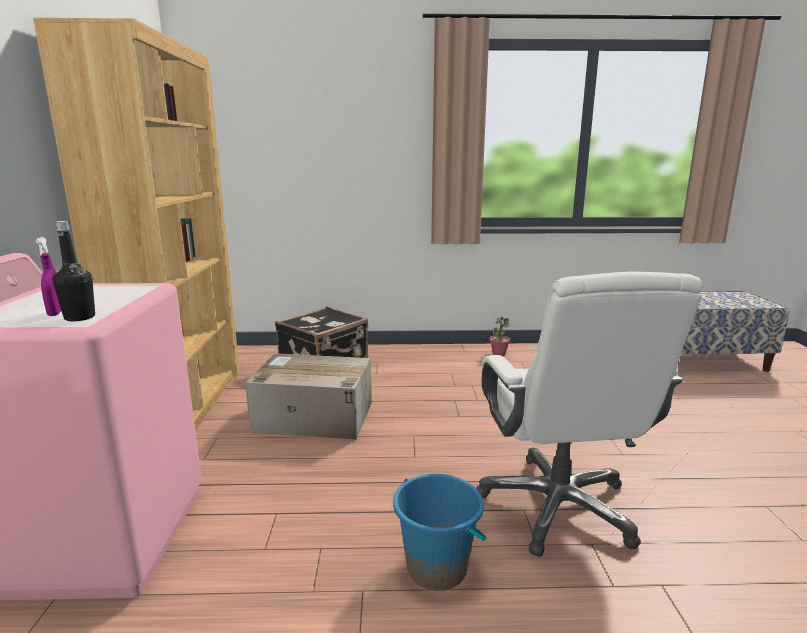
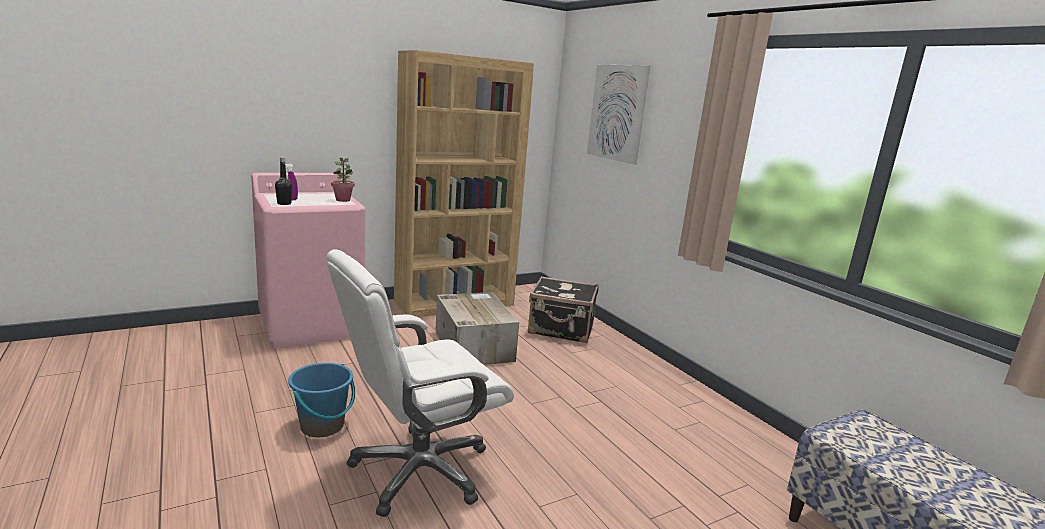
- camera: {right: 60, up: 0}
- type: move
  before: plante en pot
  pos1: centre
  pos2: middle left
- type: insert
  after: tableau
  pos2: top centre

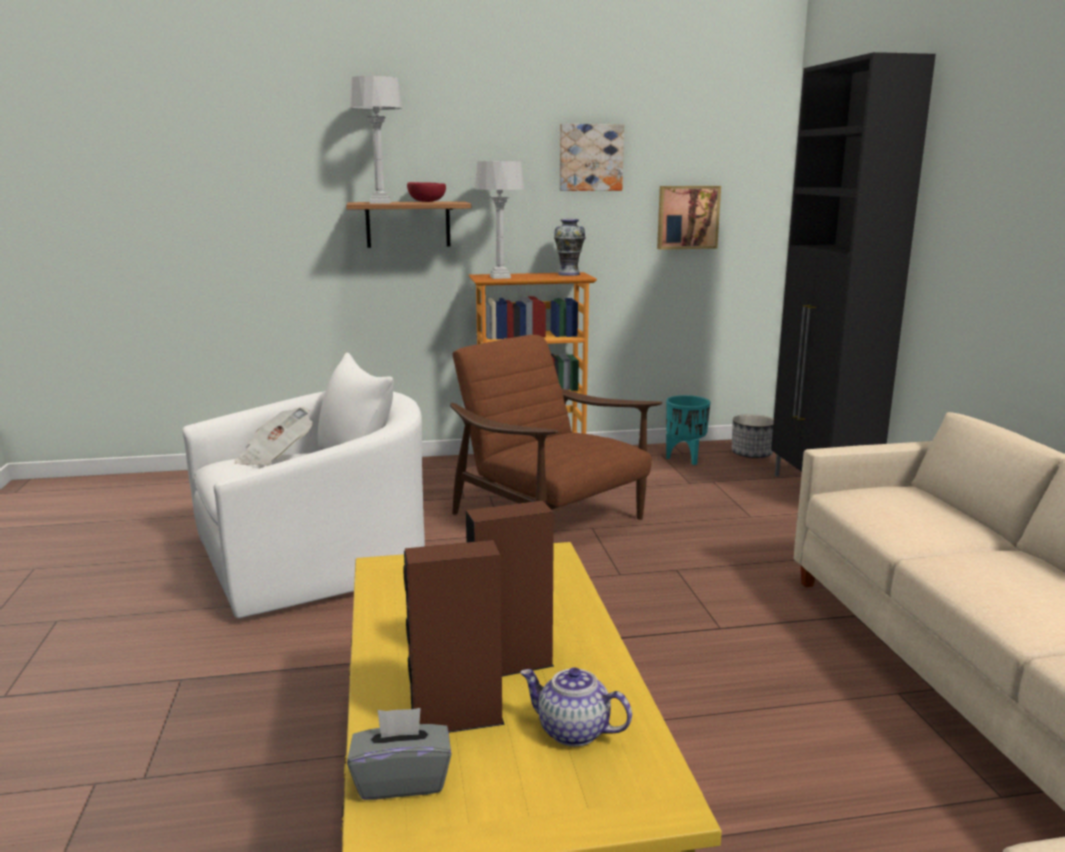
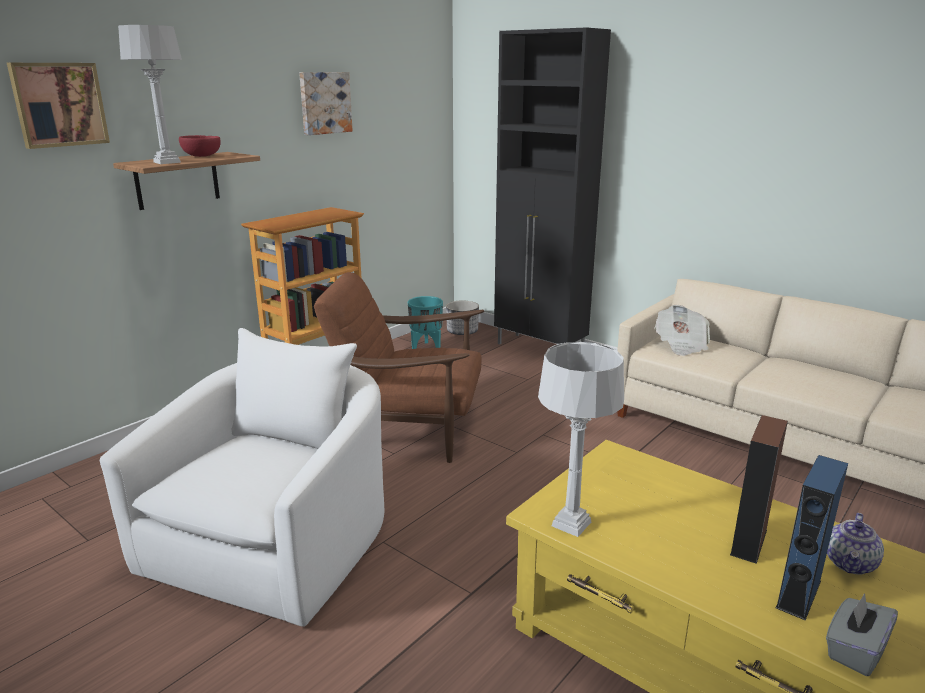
- camera: {right: -40, up: 5}
- type: move
  before: tableau (2nd from left in the first image)
  after: tableau (1st from left)
  pos1: top centre
  pos2: top left
- type: move
  before: lampe de table/gris (2nd from left)
  pos1: top centre
  pos2: centre
- type: move
  before: journal
  pos1: middle left
  pos2: middle right
- type: recolor
  before: enceinte/marron (1st from left)
  after: enceinte/bleu
  pos1: bottom centre
  pos2: bottom right
- type: rotate
  before: théière
  pos1: bottom centre
  pos2: bottom right
  turn: -45
- type: delete
  before: vase
  pos1: top centre

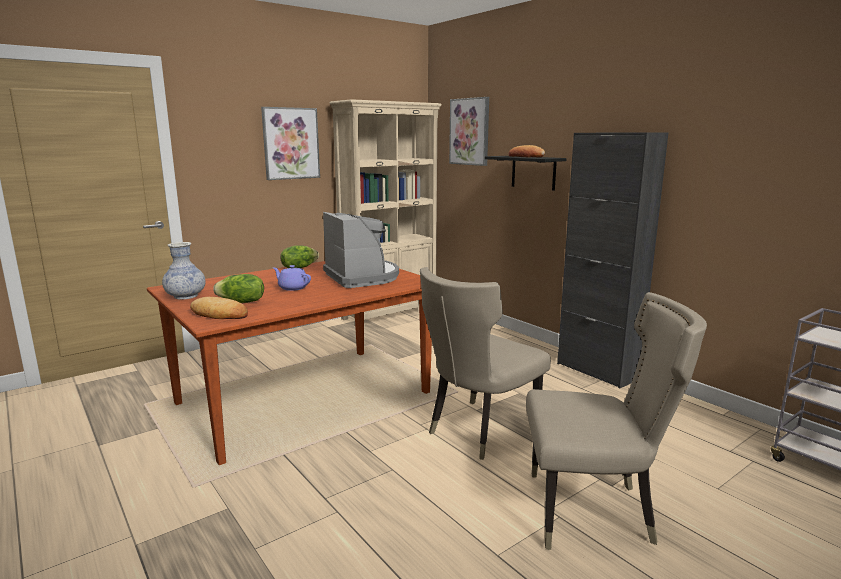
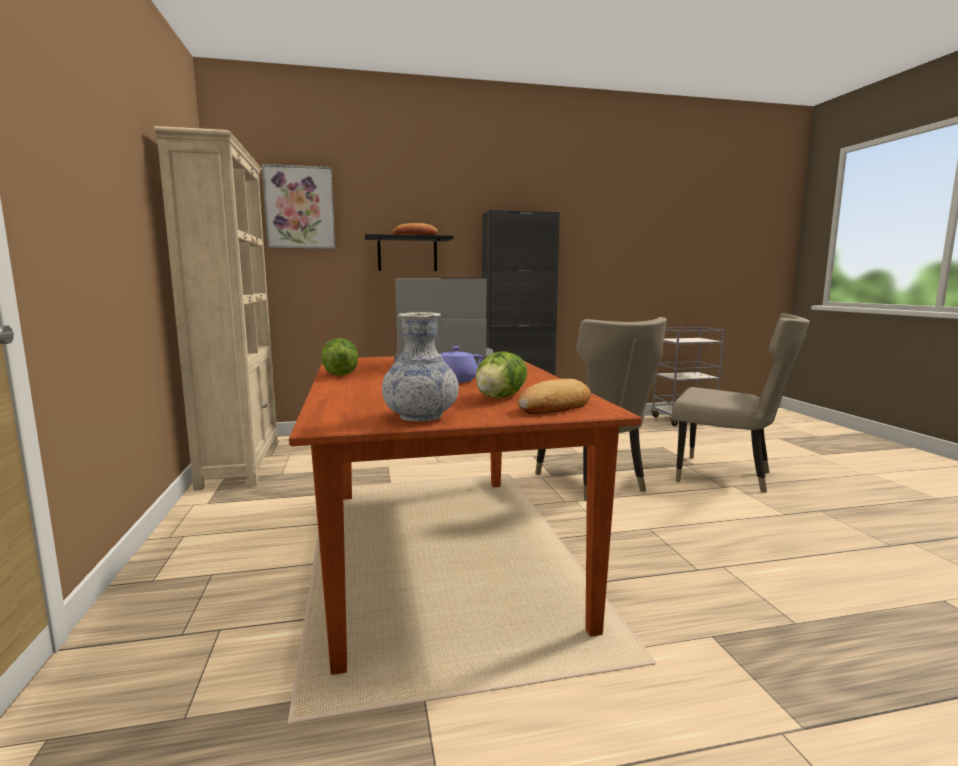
- camera: {right: -65, up: -5}
- type: rotate
  before: chaise/beige (2nd from left)
  pos1: bottom right
  pos2: middle right
  turn: 90
- type: delete
  before: tableau (1st from left)
  pos1: top centre

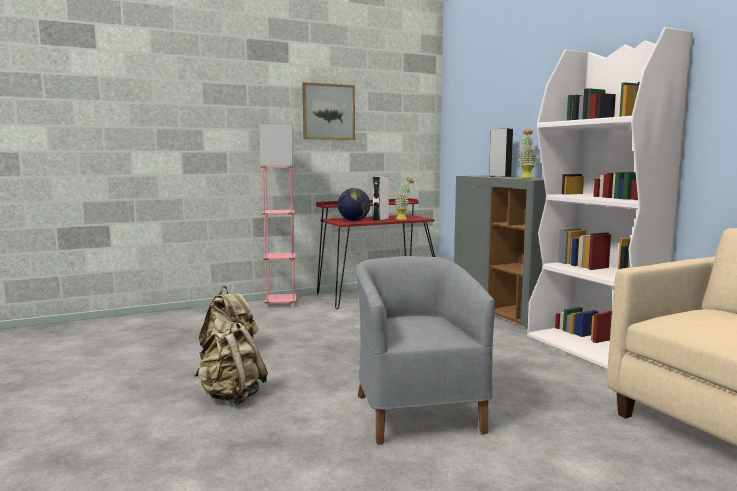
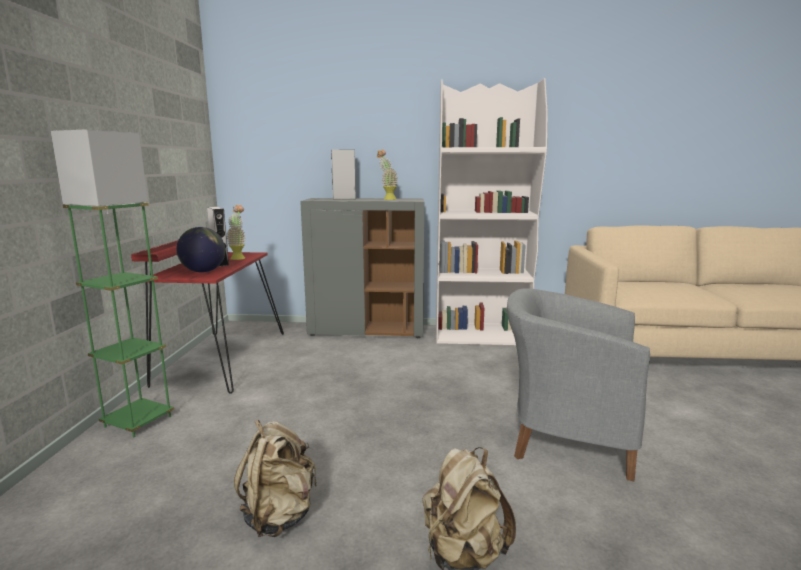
- camera: {right: -60, up: 5}
- type: recolor
  before: lampadaire/rose
  after: lampadaire/vert
  pos1: centre
  pos2: middle left
- type: delete
  before: tableau
  pos1: top centre

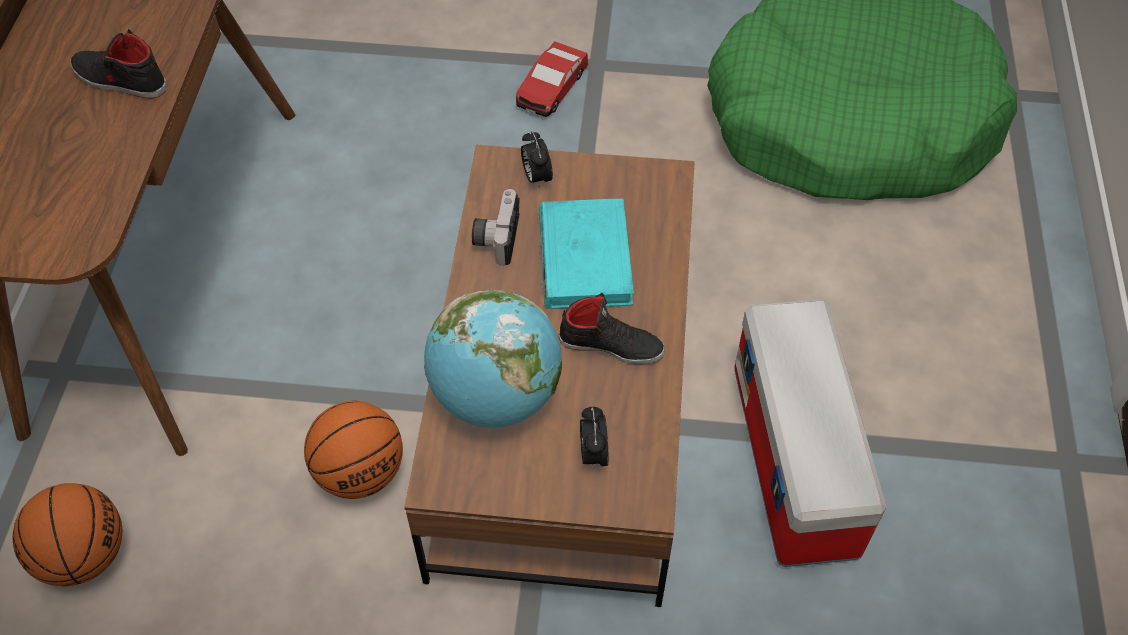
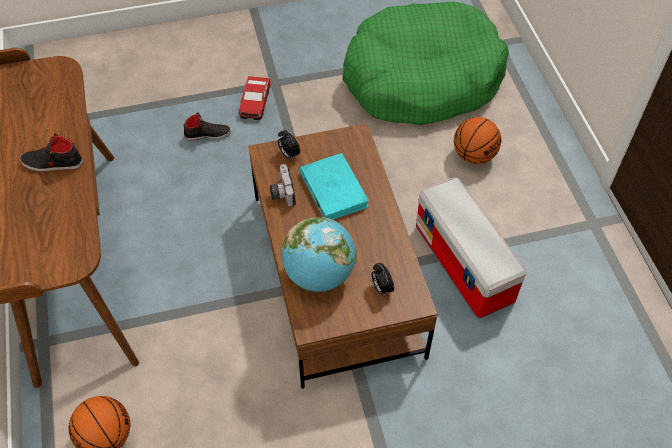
- camera: {right: -20, up: 0}
- type: move
  before: chaussure/noir (2nd from left)
  pos1: centre
  pos2: top left
- type: move
  before: ballon de basket (2nd from left)
  pos1: bottom left
  pos2: top right

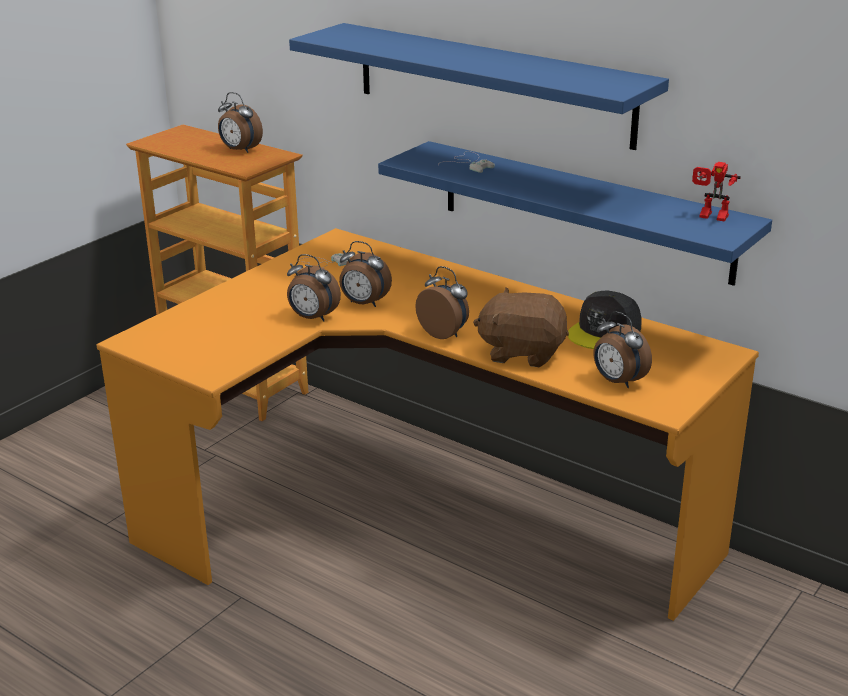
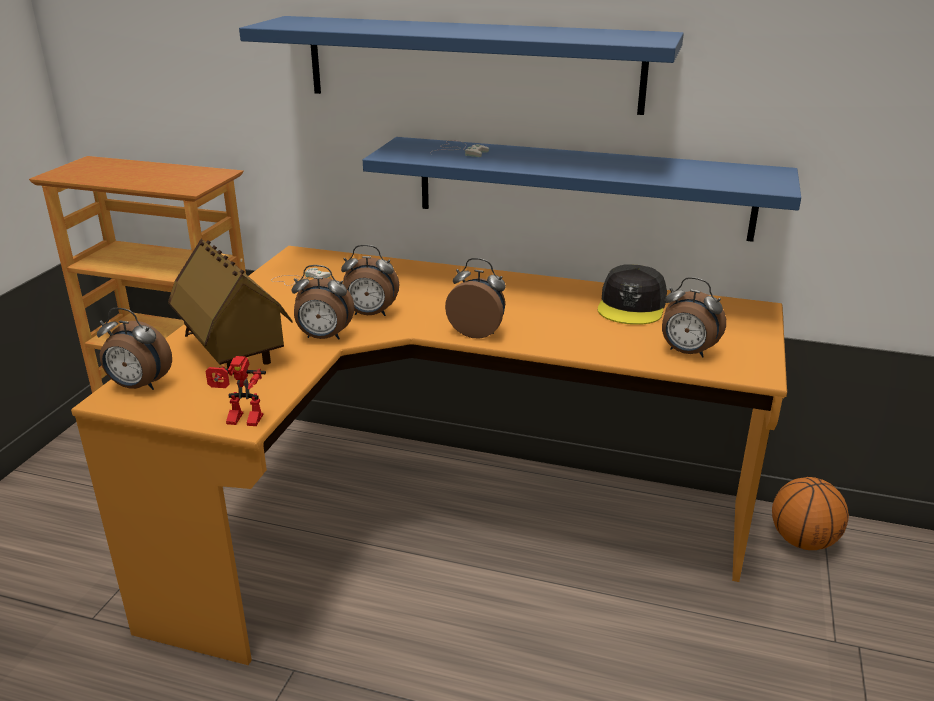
- camera: {right: -20, up: 0}
- type: move
  before: réveil (1st from left)
  pos1: top left
  pos2: middle left
- type: insert
  after: maison miniature
  pos2: middle left
- type: move
  before: robot jouet
  pos1: top right
  pos2: middle left
- type: insert
  after: ballon de basket
  pos2: bottom right
- type: delete
  before: peluche/marron
  pos1: centre

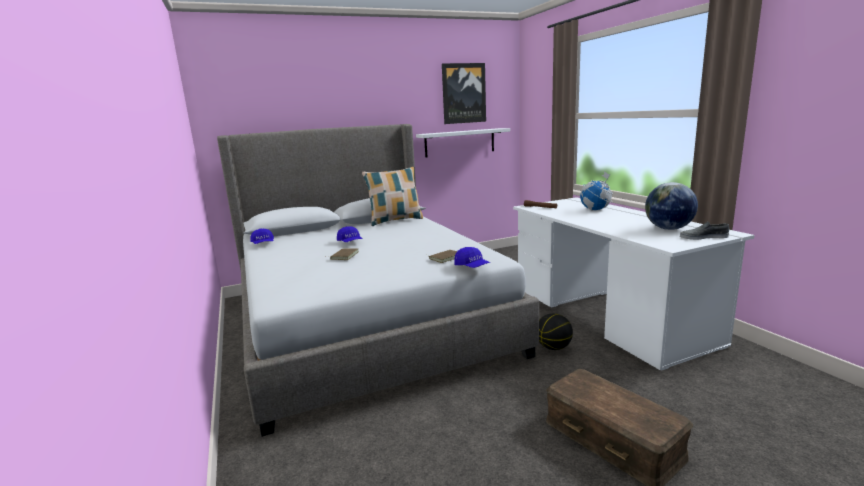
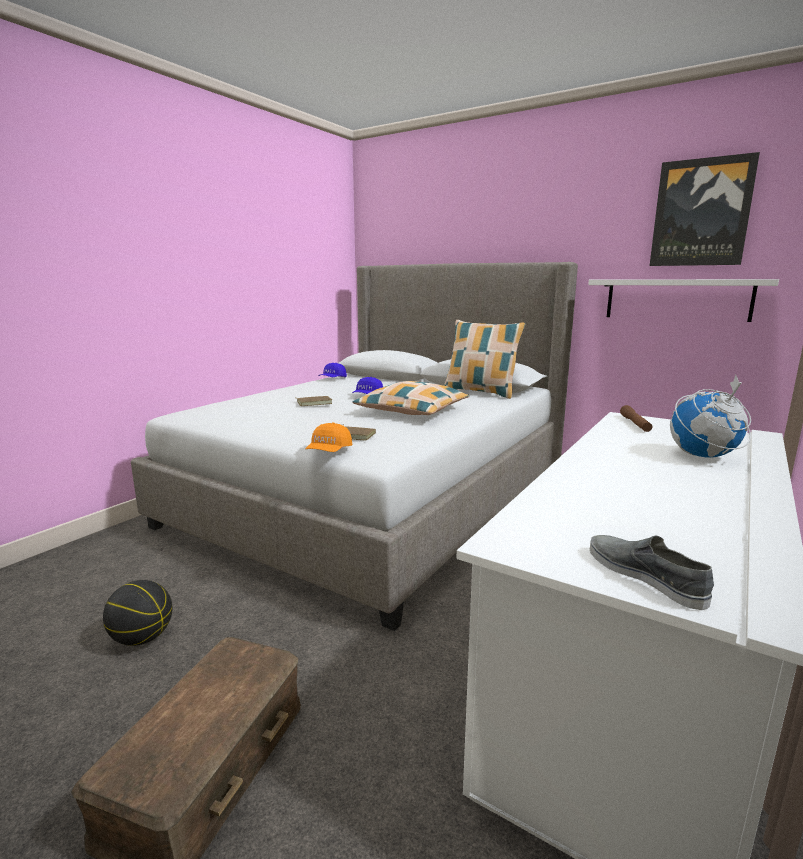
- camera: {right: 55, up: 0}
- type: move
  before: ballon de basket
  pos1: bottom centre
  pos2: bottom left
- type: recolor
  before: casquette/bleu (3rd from left)
  after: casquette/orange
  pos1: centre
  pos2: centre
- type: insert
  after: coussin (1st from left)
  pos2: centre
- type: delete
  before: globe (2nd from left)
  pos1: middle right

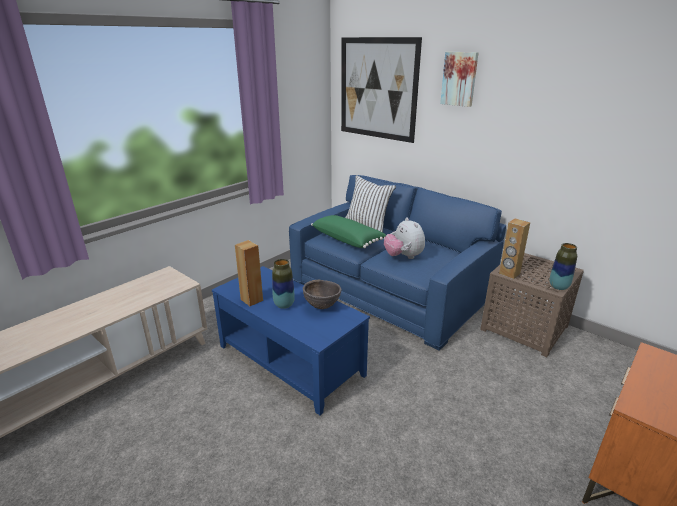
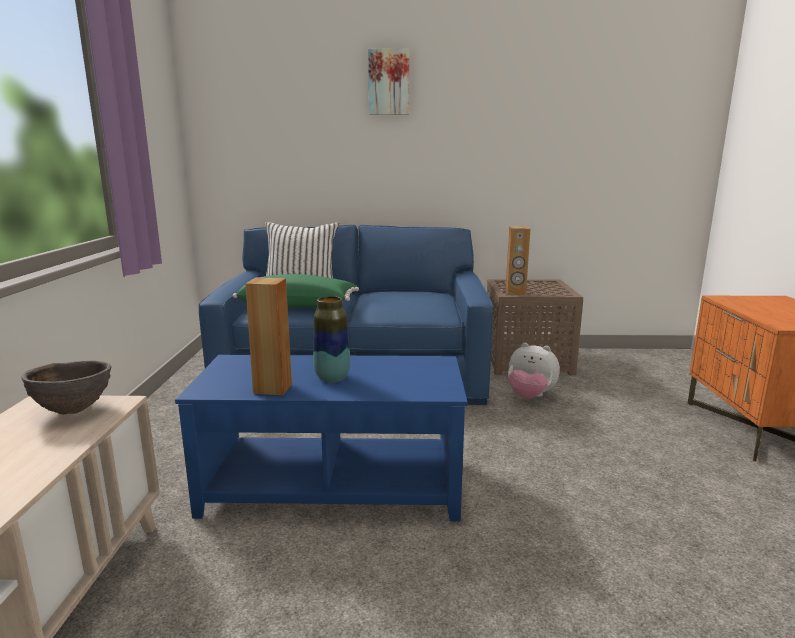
- camera: {right: -40, up: -10}
- type: move
  before: bol/marron
  pos1: centre
  pos2: middle left
- type: move
  before: peluche
  pos1: centre
  pos2: middle right
- type: delete
  before: tableau (1st from left)
  pos1: top centre
- type: delete
  before: vase (2nd from left)
  pos1: middle right

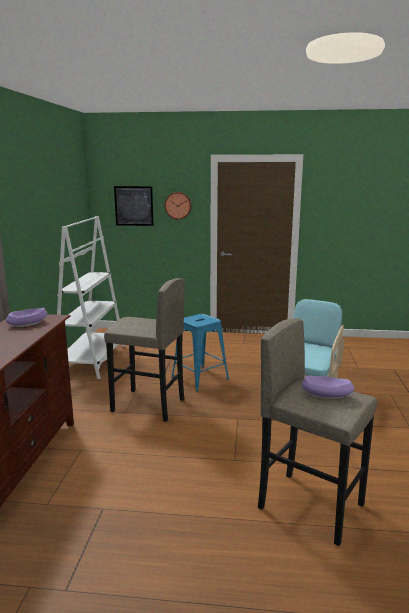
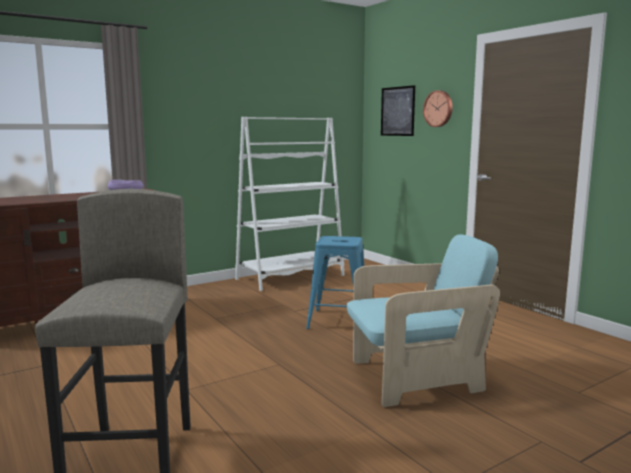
- camera: {right: 50, up: -5}
- type: delete
  before: tabouret/gris (1st from left)
  pos1: centre
- type: delete
  before: bol/violet (2nd from left)
  pos1: middle right

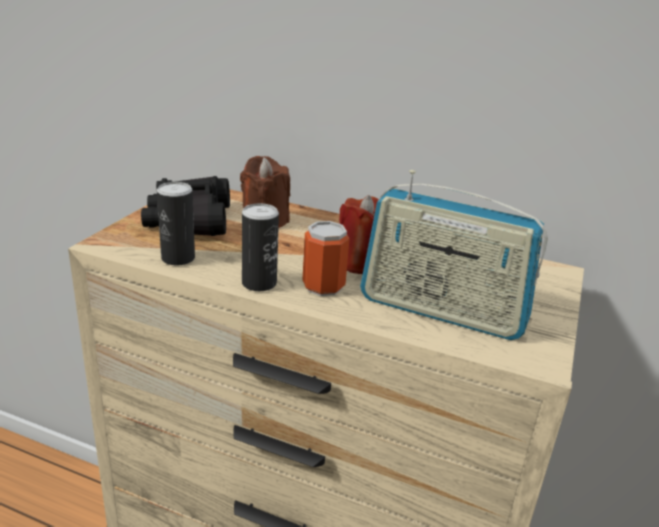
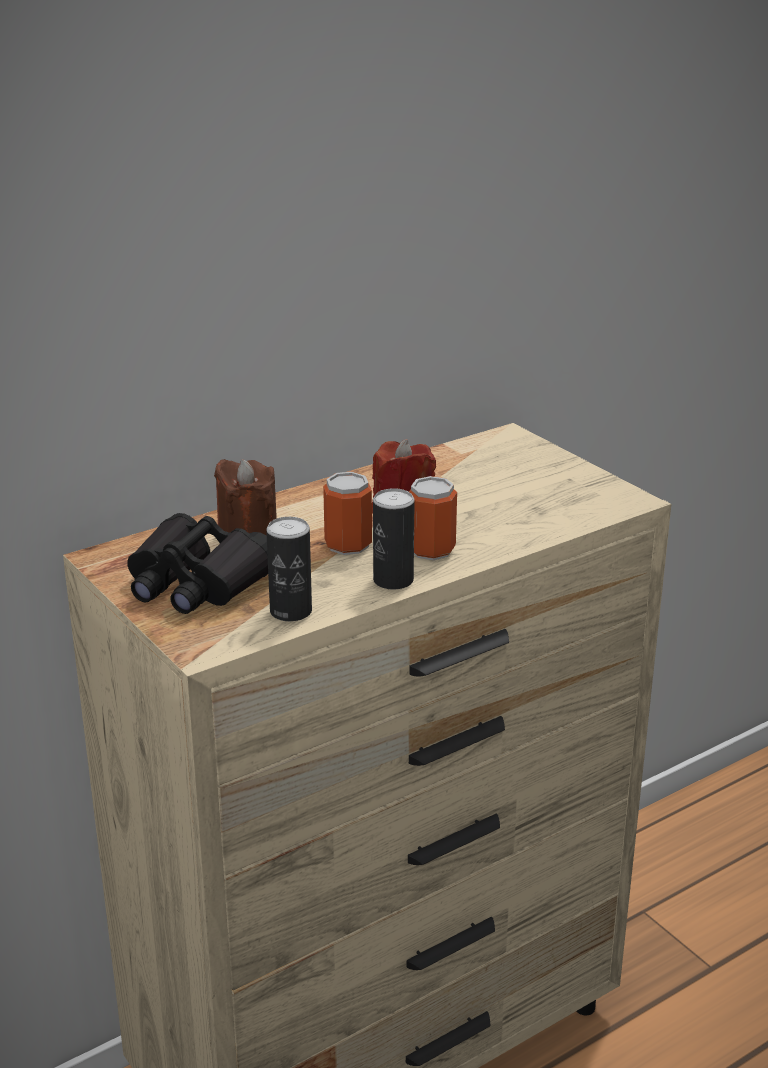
- camera: {right: -55, up: 0}
- type: insert
  after: boîte métallique (2nd from left)
  pos2: centre
- type: delete
  before: radio
  pos1: middle right

